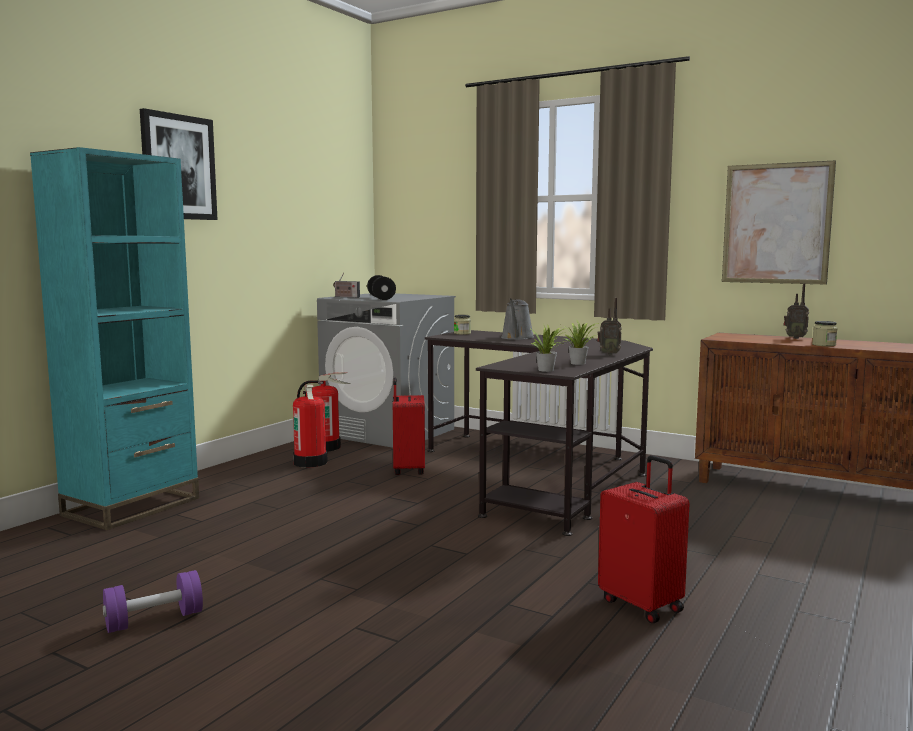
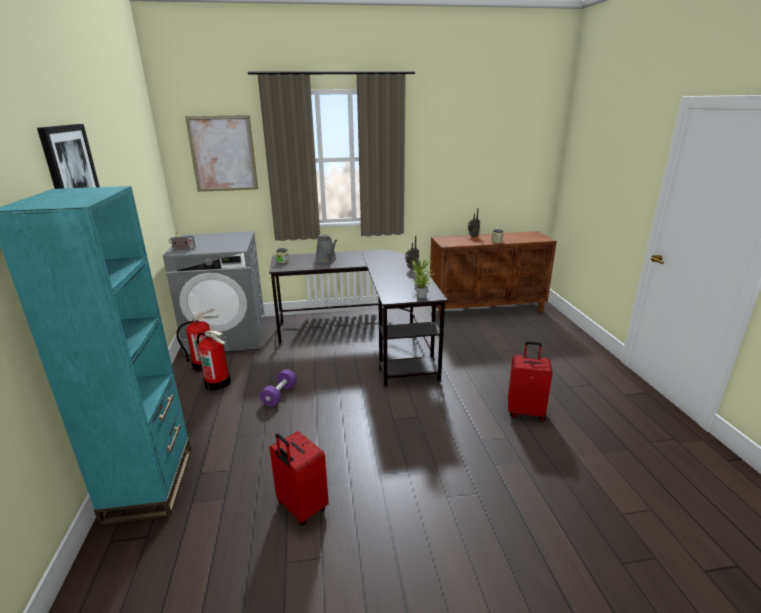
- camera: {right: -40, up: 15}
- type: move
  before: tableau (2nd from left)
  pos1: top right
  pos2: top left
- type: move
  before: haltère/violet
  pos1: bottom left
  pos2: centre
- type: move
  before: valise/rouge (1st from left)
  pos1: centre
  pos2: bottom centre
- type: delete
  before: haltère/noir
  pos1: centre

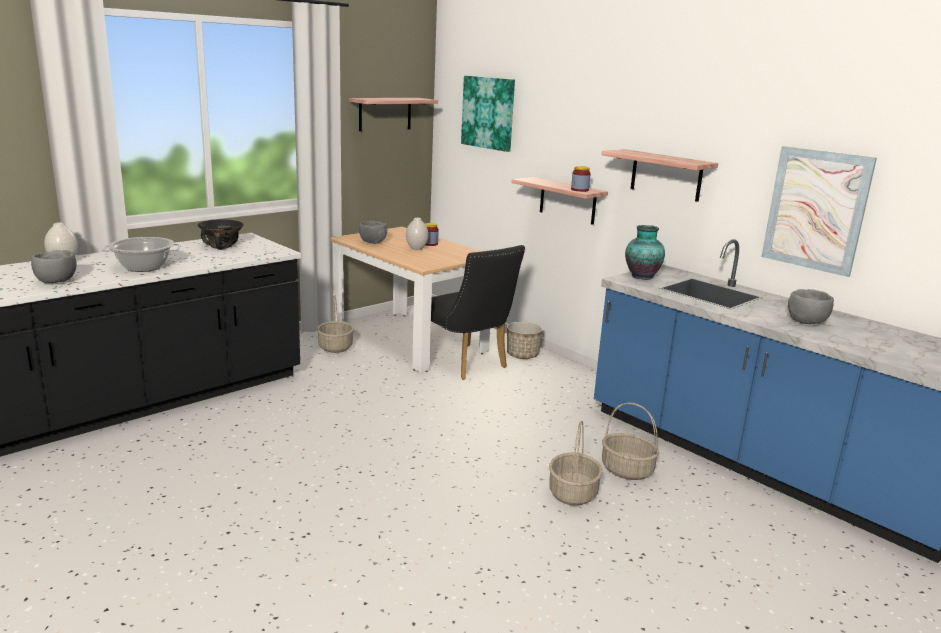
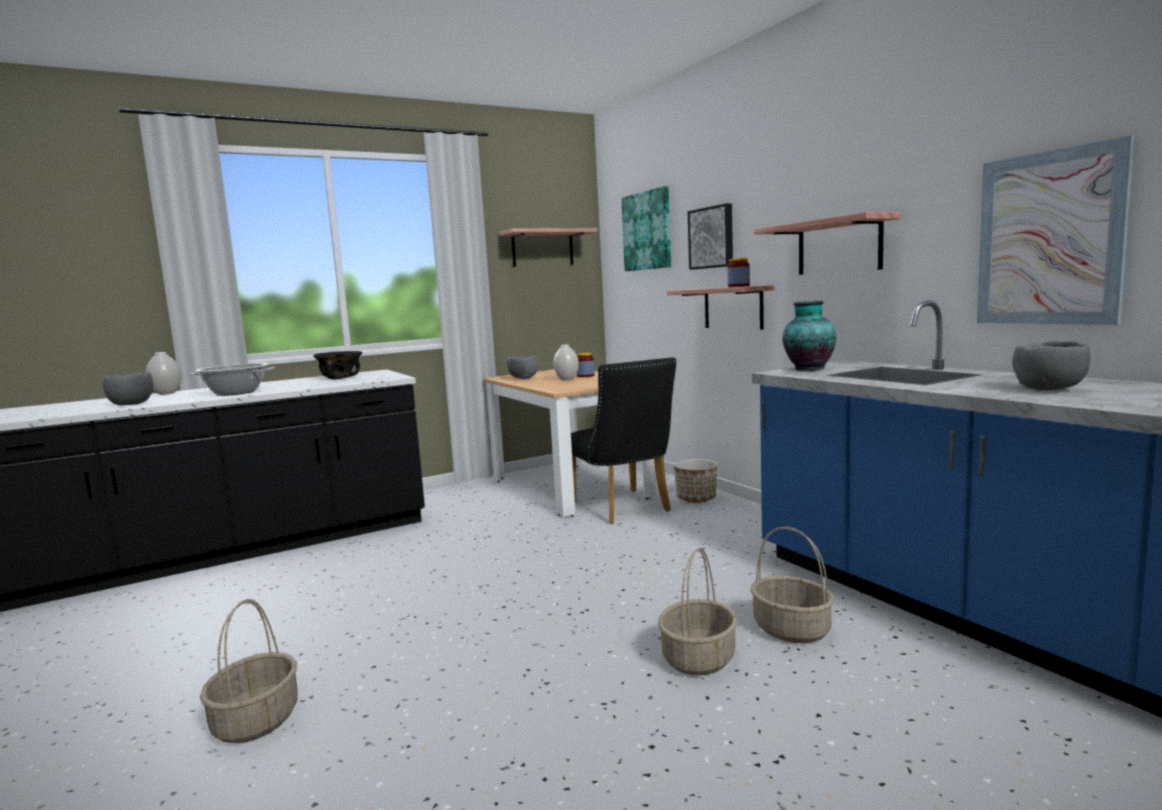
- camera: {right: 15, up: -10}
- type: move
  before: panier (1st from left)
  pos1: centre
  pos2: bottom left
- type: insert
  after: tableau (2nd from left)
  pos2: top centre

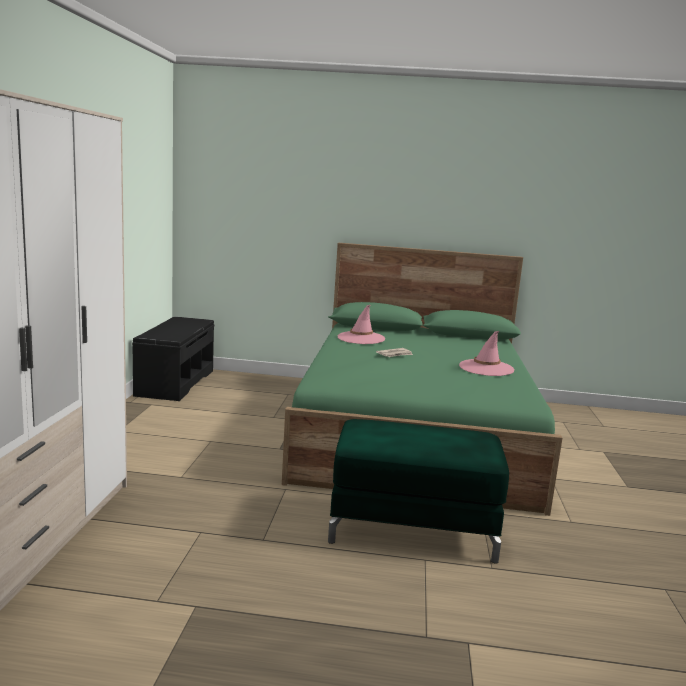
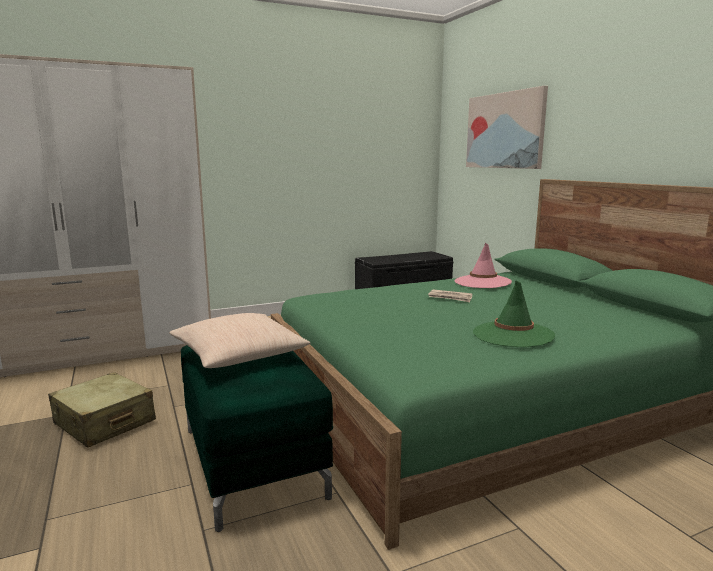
- camera: {right: 60, up: 0}
- type: insert
  after: valise/beige
  pos2: bottom left
- type: insert
  after: coussin/beige
  pos2: centre
- type: insert
  after: tableau
  pos2: top right
- type: recolor
  before: chapeau/rose (2nd from left)
  after: chapeau/vert
  pos1: middle right
  pos2: middle right

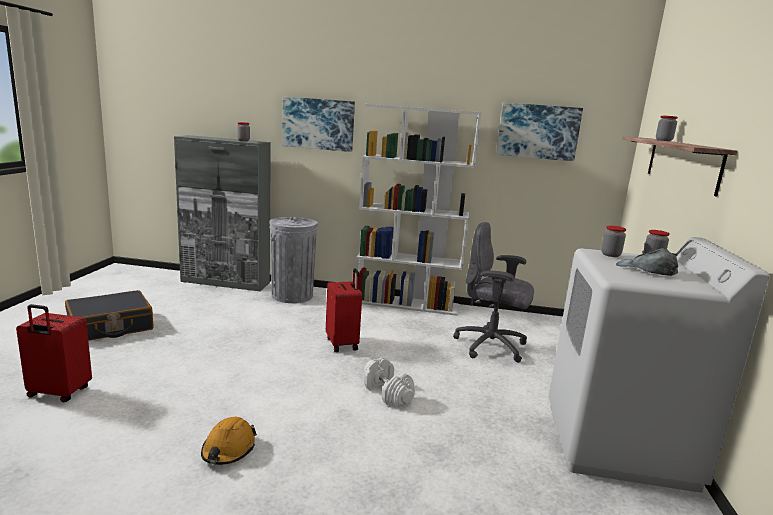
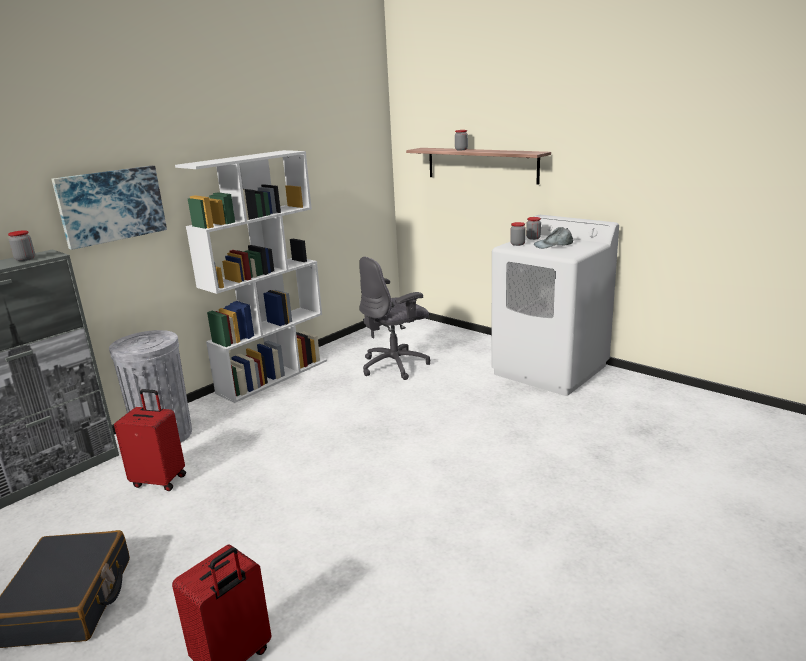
- camera: {right: -55, up: 5}
- type: move
  before: valise/rouge (2nd from left in the first image)
  after: valise/rouge (1st from left)
  pos1: centre
  pos2: middle left
- type: delete
  before: casque de chantier/orange
  pos1: bottom left
- type: delete
  before: haltère/blanc
  pos1: bottom centre
- type: delete
  before: tableau (2nd from left)
  pos1: top right

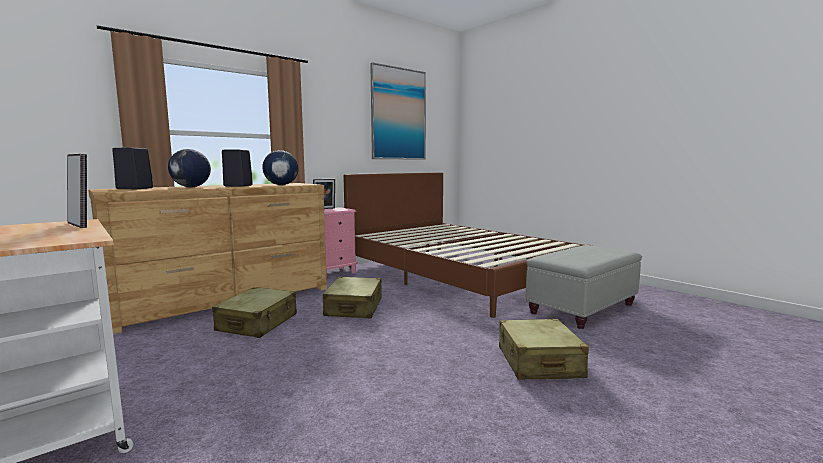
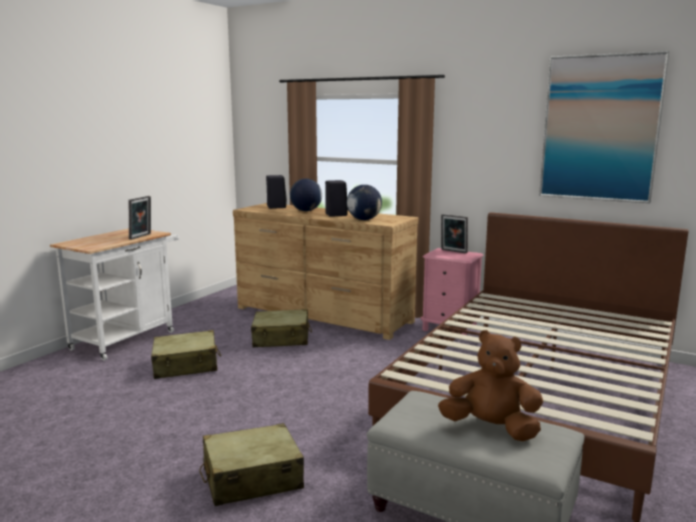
- camera: {right: 70, up: 5}
- type: move
  before: valise/beige (2nd from left in the first image)
  after: valise/beige (1st from left)
  pos1: centre
  pos2: bottom left
- type: insert
  after: peluche/marron
  pos2: bottom right

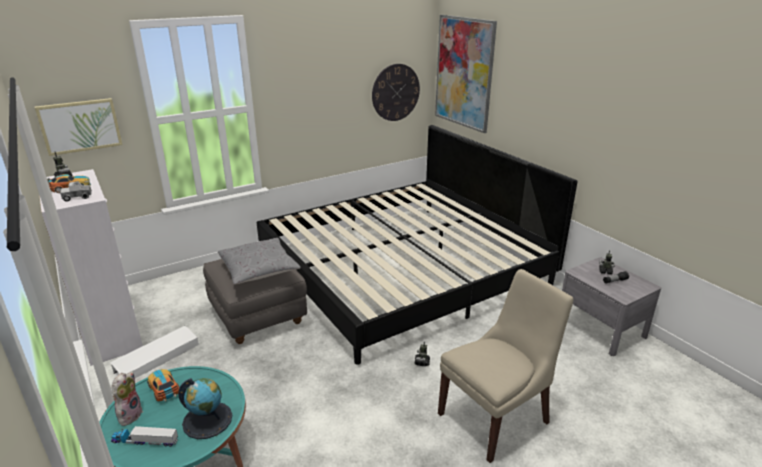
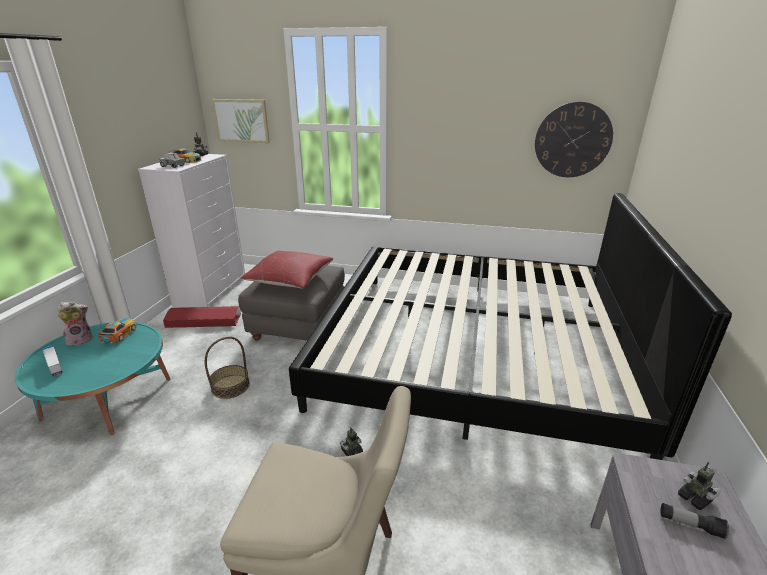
- camera: {right: 45, up: 0}
- type: recolor
  before: boîte de rangement/blanc
  after: boîte de rangement/rouge
  pos1: bottom left
  pos2: middle left
- type: insert
  after: panier
  pos2: middle left
- type: recolor
  before: coussin/gris
  after: coussin/rouge
  pos1: centre
  pos2: centre
- type: delete
  before: globe
  pos1: bottom left
- type: delete
  before: tableau (2nd from left)
  pos1: top centre

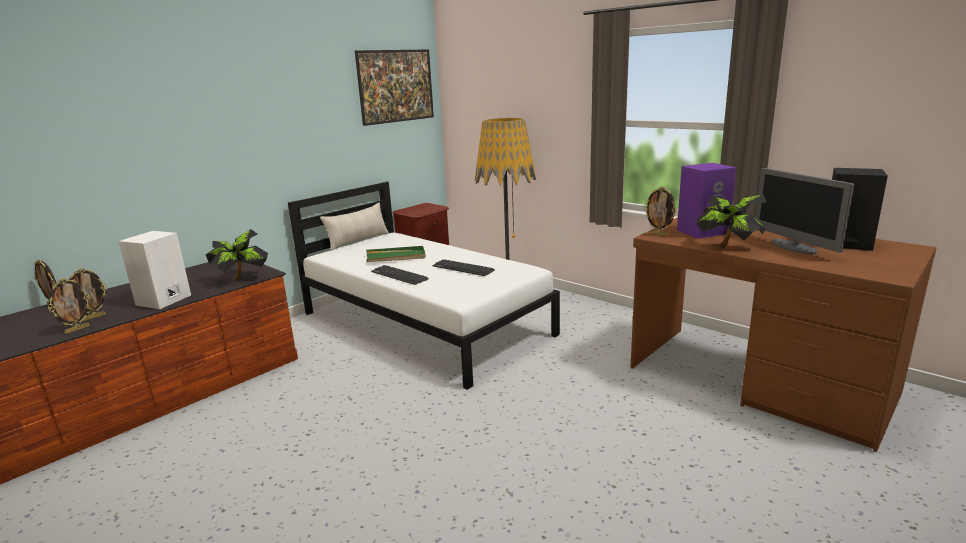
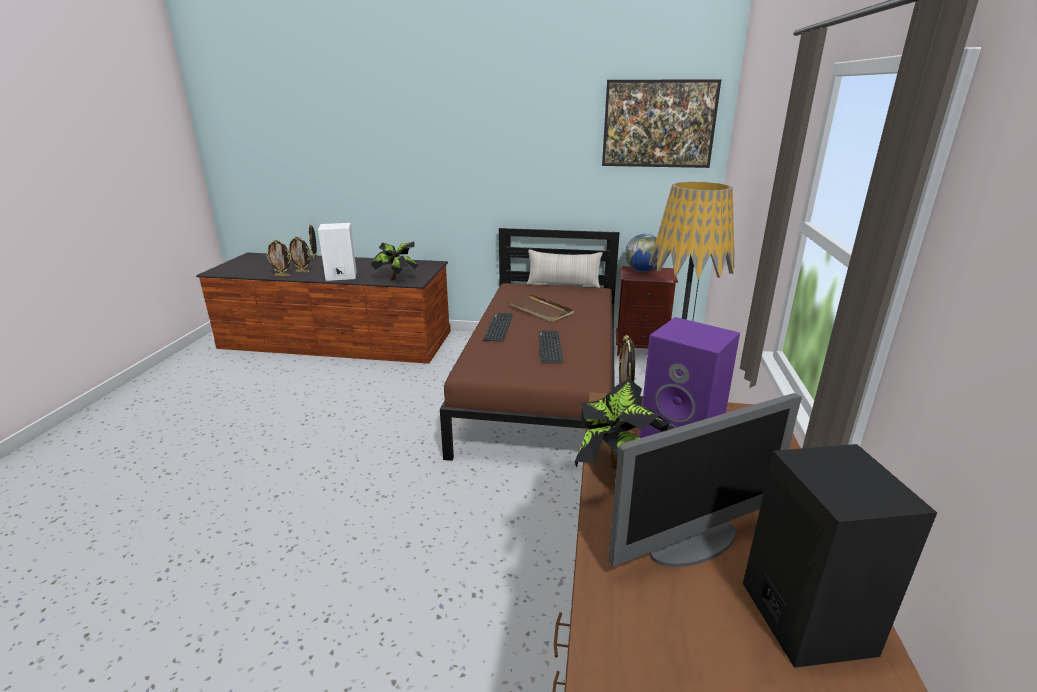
- camera: {right: 55, up: 5}
- type: recolor
  before: lit/blanc
  after: lit/marron
  pos1: centre
  pos2: centre
- type: recolor
  before: plateau/vert
  after: plateau/marron
  pos1: centre
  pos2: centre
- type: rotate
  before: écran d'ordinateur
  pos1: middle right
  pos2: bottom right
  turn: -150
- type: insert
  after: globe
  pos2: centre

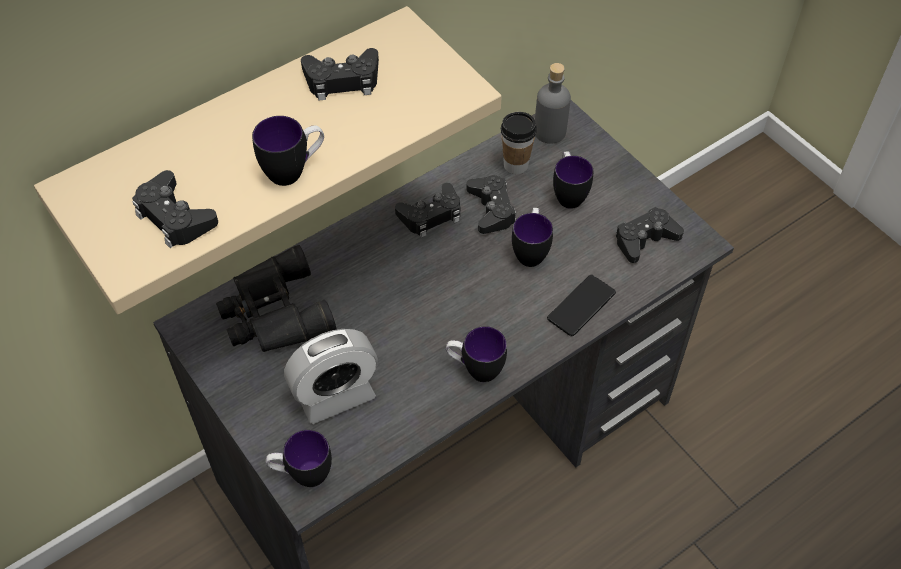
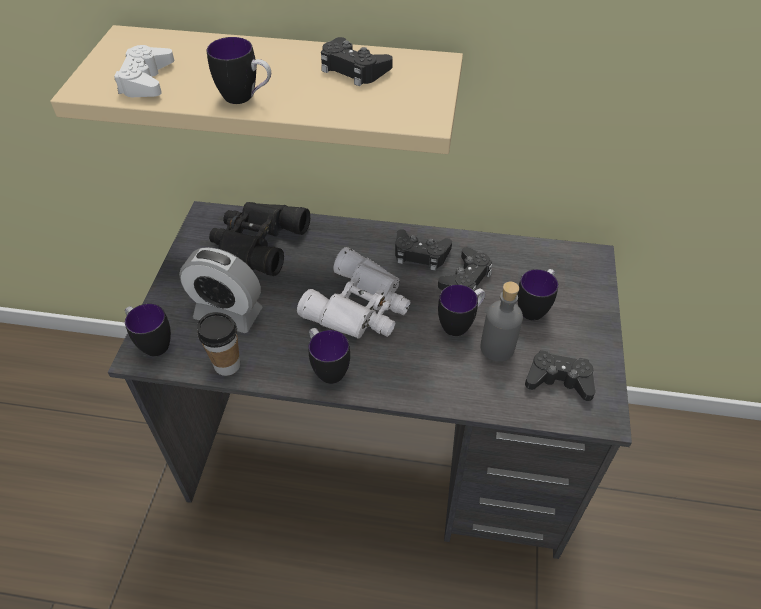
- camera: {right: 45, up: -5}
- type: recolor
  before: manette/noir (1st from left)
  after: manette/blanc
  pos1: middle left
  pos2: top left
- type: move
  before: tasse
  pos1: top centre
  pos2: middle left
- type: insert
  after: jumelles/blanc
  pos2: centre
- type: move
  before: bouteille/gris
  pos1: top centre
  pos2: centre
- type: delete
  before: téléphone
  pos1: centre

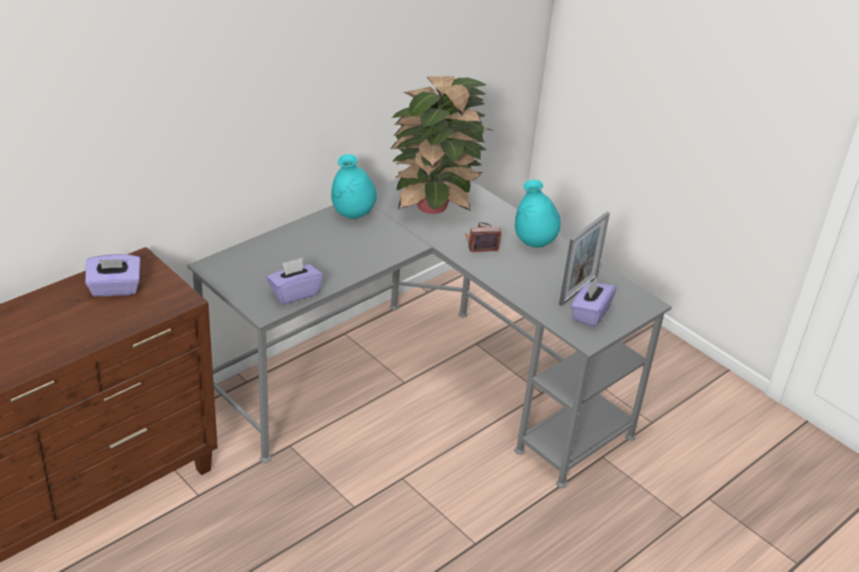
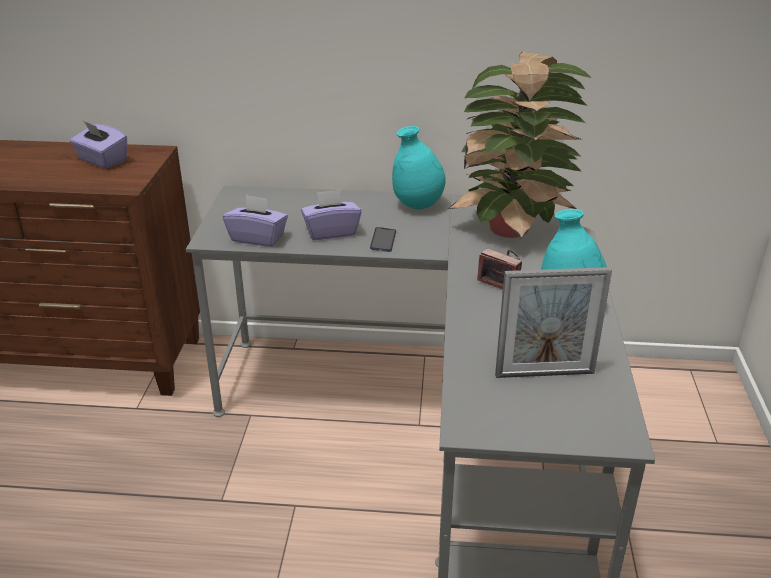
- camera: {right: 50, up: -5}
- type: move
  before: boîte à mouchoirs/violet (3rd from left)
  pos1: middle right
  pos2: centre
- type: insert
  after: téléphone
  pos2: centre

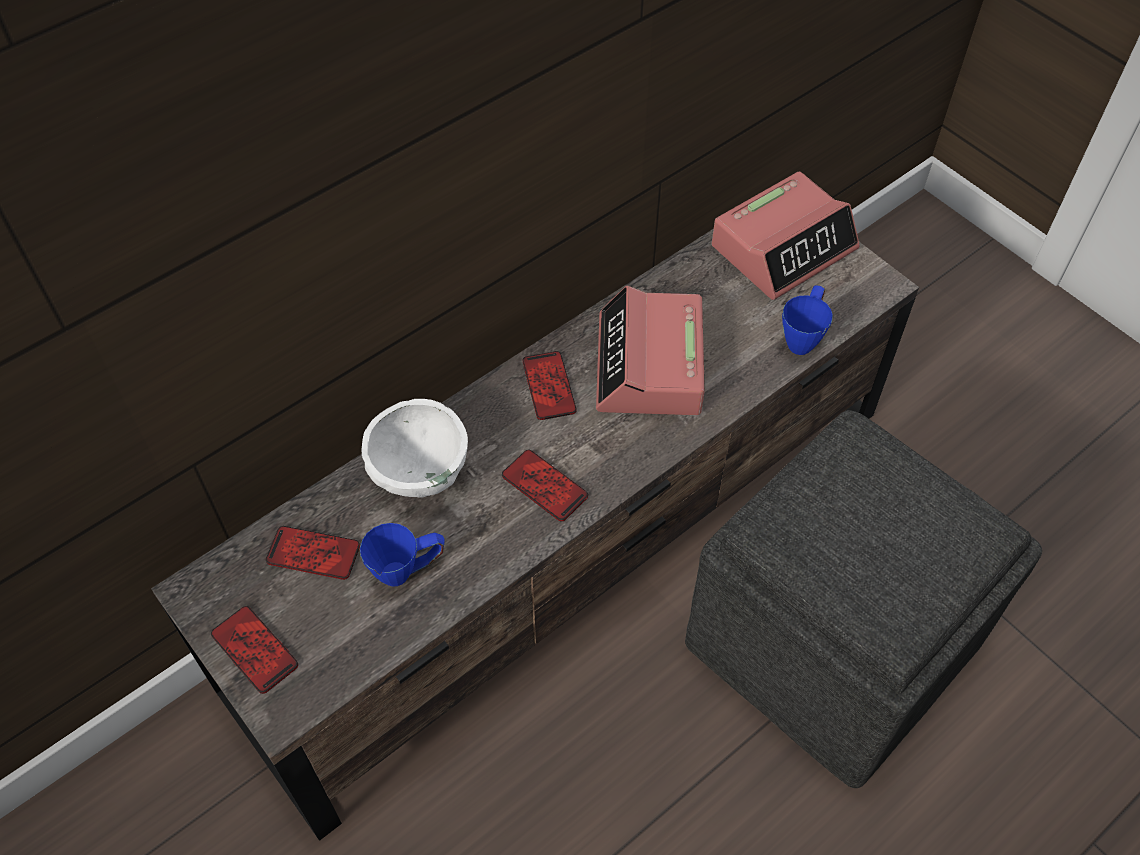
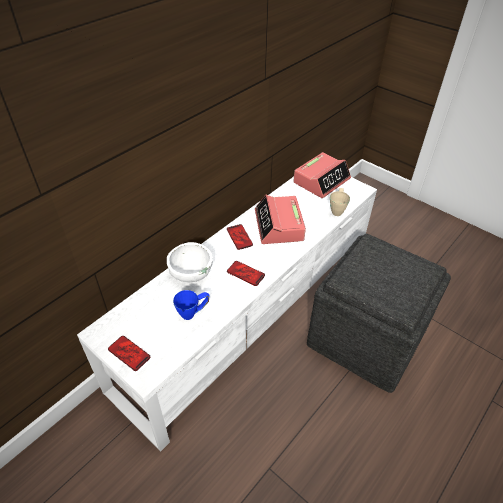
- camera: {right: -10, up: -10}
- type: recolor
  before: meuble télé/marron
  after: meuble télé/blanc
  pos1: centre
  pos2: centre
- type: recolor
  before: mug/bleu (2nd from left)
  after: mug/beige
  pos1: middle right
  pos2: middle right
- type: delete
  before: téléphone (2nd from left)
  pos1: middle left

